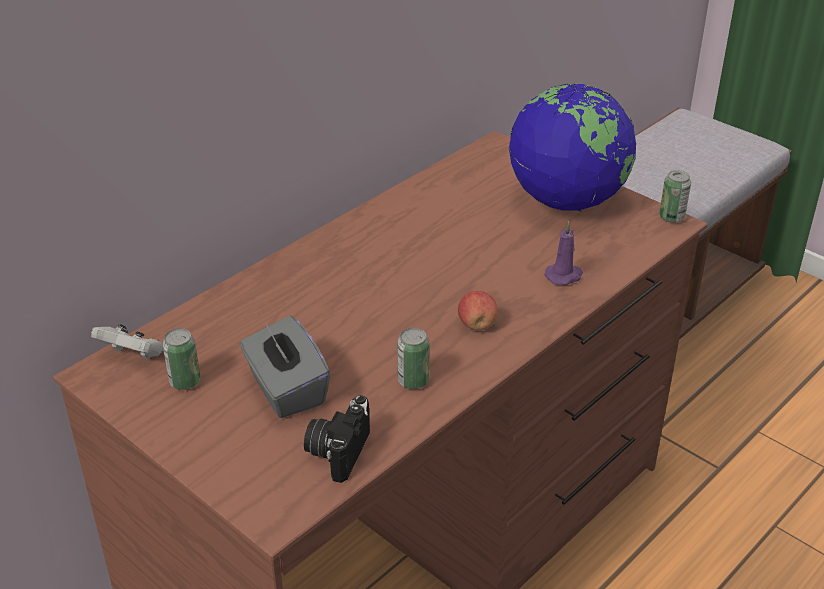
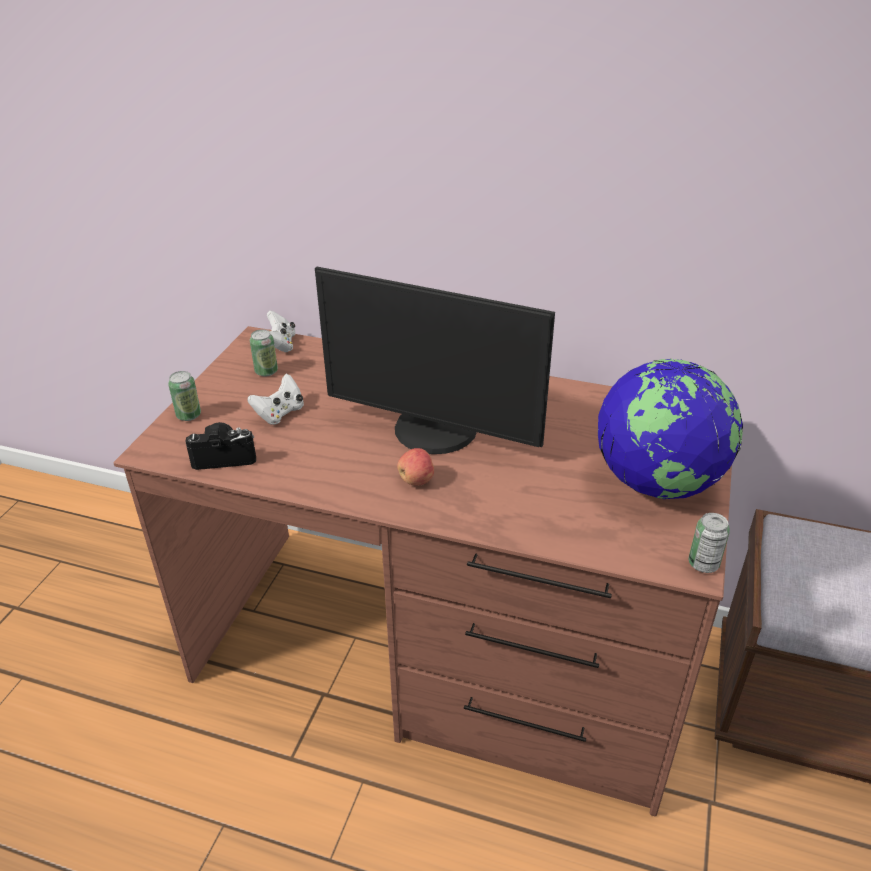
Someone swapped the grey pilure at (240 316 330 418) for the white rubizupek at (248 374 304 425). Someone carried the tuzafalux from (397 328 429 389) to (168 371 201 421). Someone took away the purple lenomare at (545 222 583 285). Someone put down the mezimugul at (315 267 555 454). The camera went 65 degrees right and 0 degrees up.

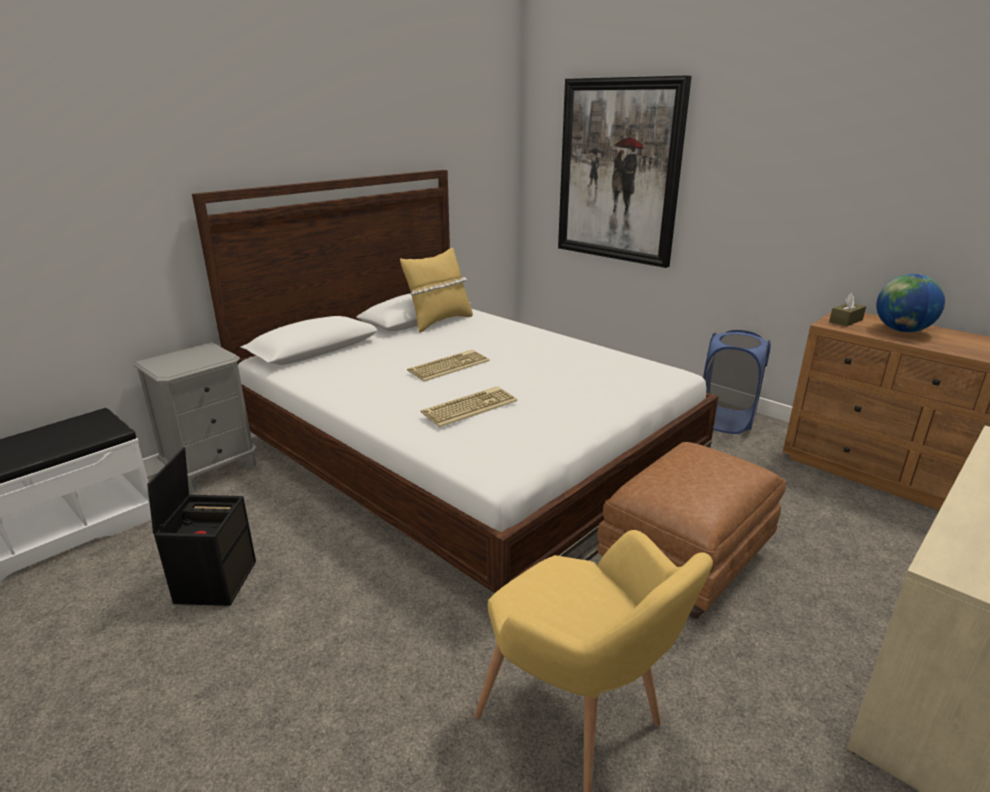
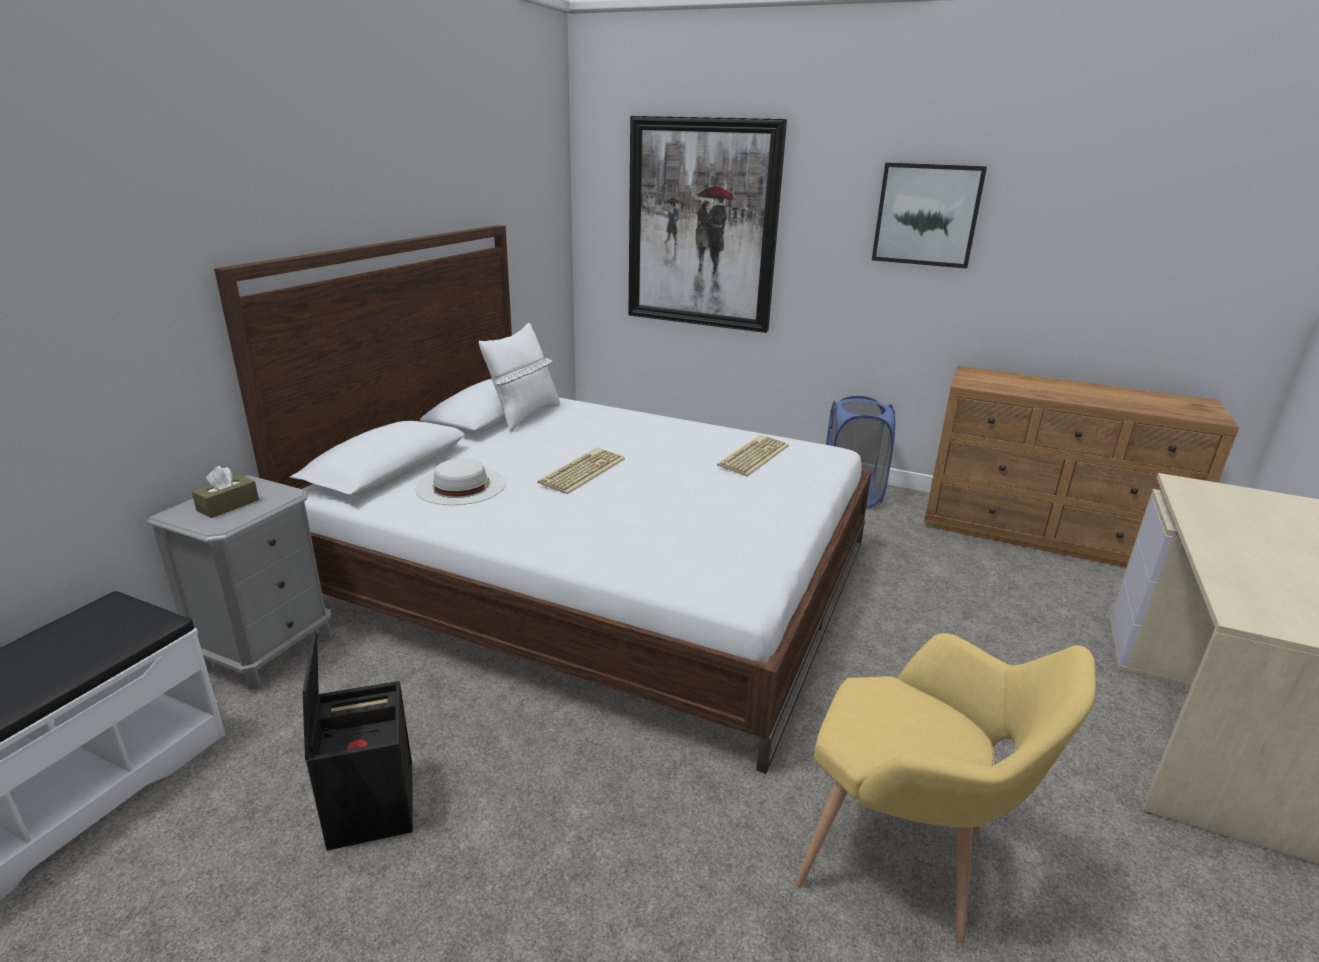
Someone repainted the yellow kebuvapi at (400 248 473 333), which became the white kebuvapi at (479 323 560 432). Someone carried the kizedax from (421 386 517 427) to (717 435 789 477). Someone took away the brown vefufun at (597 442 786 619). Someone carried the brown pilure from (829 293 866 327) to (192 466 259 518). Someone took away the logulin at (876 274 945 332). Someone put down the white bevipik at (415 458 506 505). Someone put up the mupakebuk at (872 162 987 269). The camera went 20 degrees left and 0 degrees up.

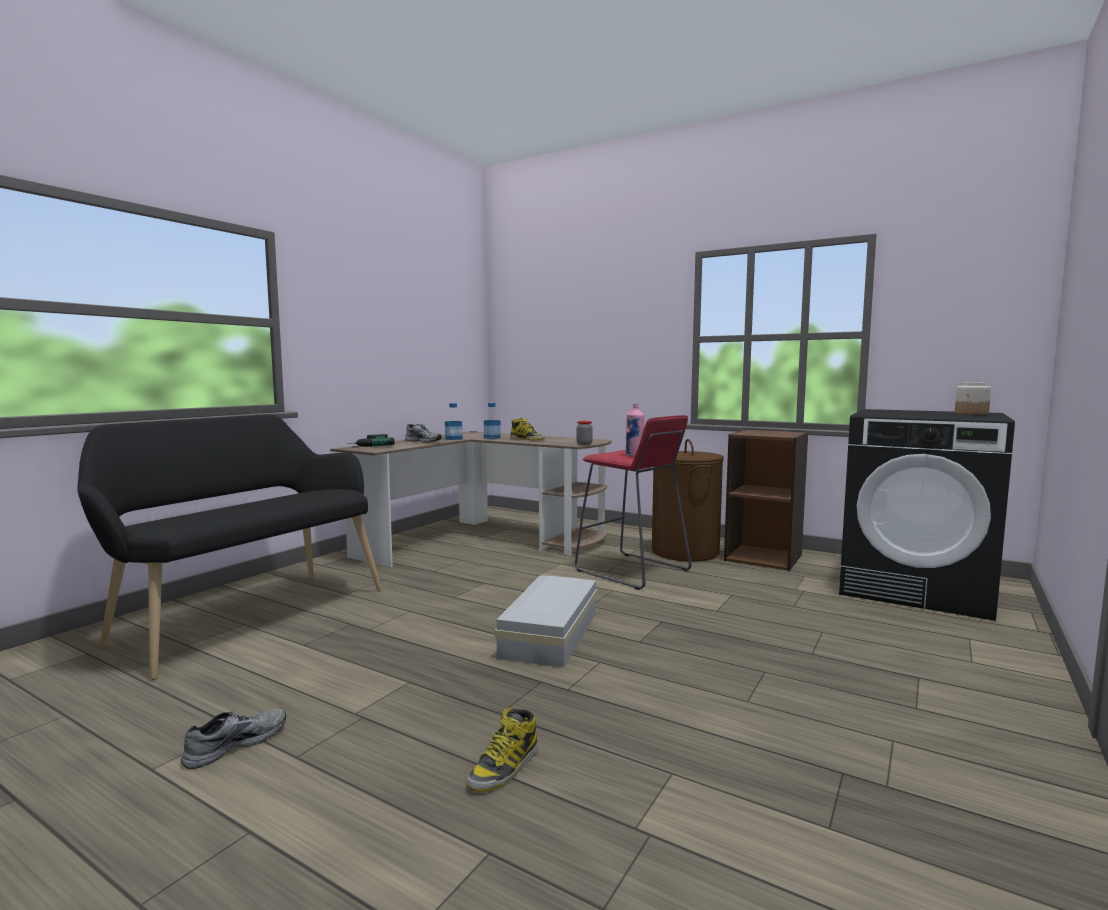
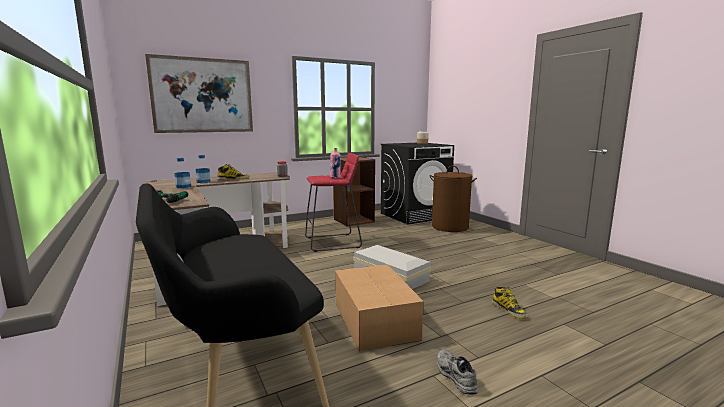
Someone took away the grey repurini at (405 424 442 443). Someone carried the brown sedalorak from (652 439 724 562) to (430 166 477 232). Someone put up the mupakebuk at (145 54 253 133). Someone put down the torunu at (335 265 424 352). The camera went 60 degrees left and 5 degrees up.

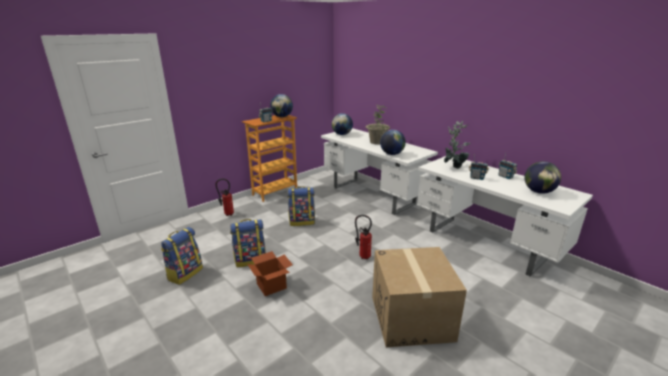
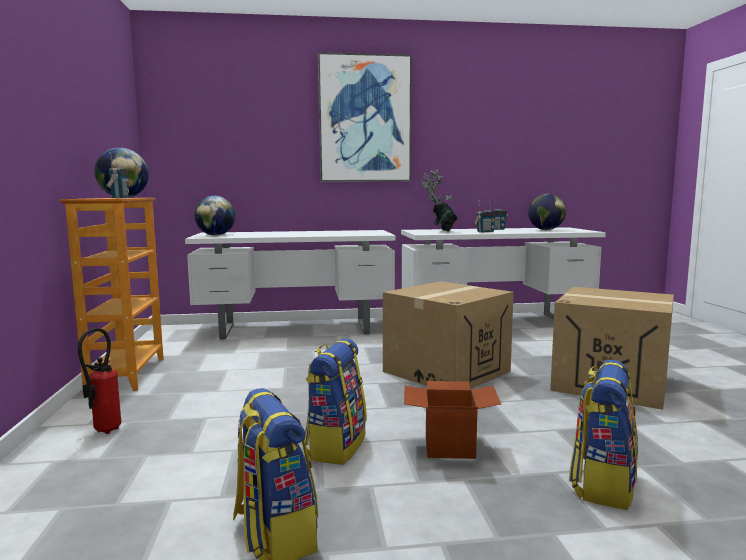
Someone carried the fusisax from (287 186 315 226) to (569 360 638 510). Someone swapped the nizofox at (355 215 372 260) for the torunu at (383 281 514 389). Someone took away the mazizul at (366 105 390 145). Someone took away the logulin at (380 130 406 155). Someone put up the mupakebuk at (318 52 412 182). The camera went 55 degrees left and 15 degrees down.

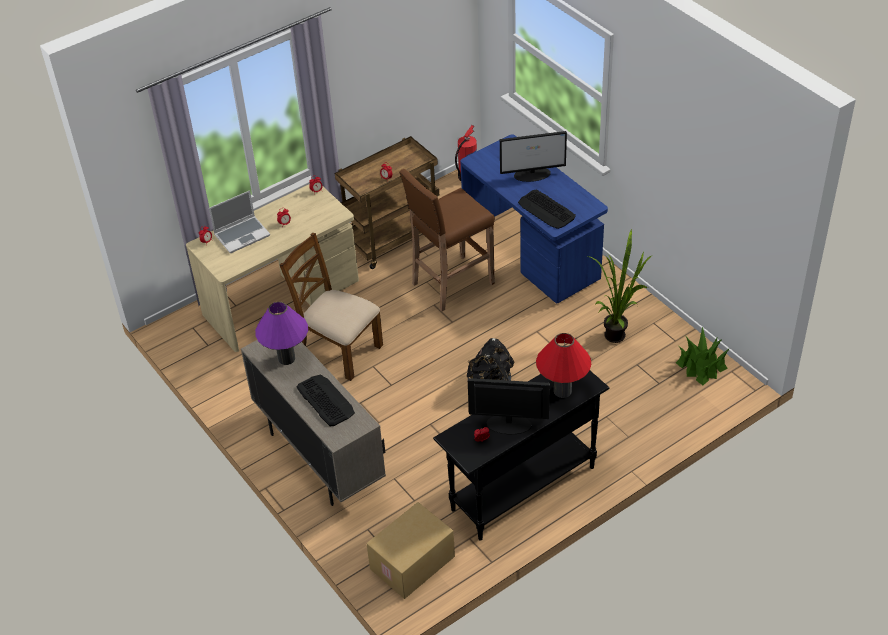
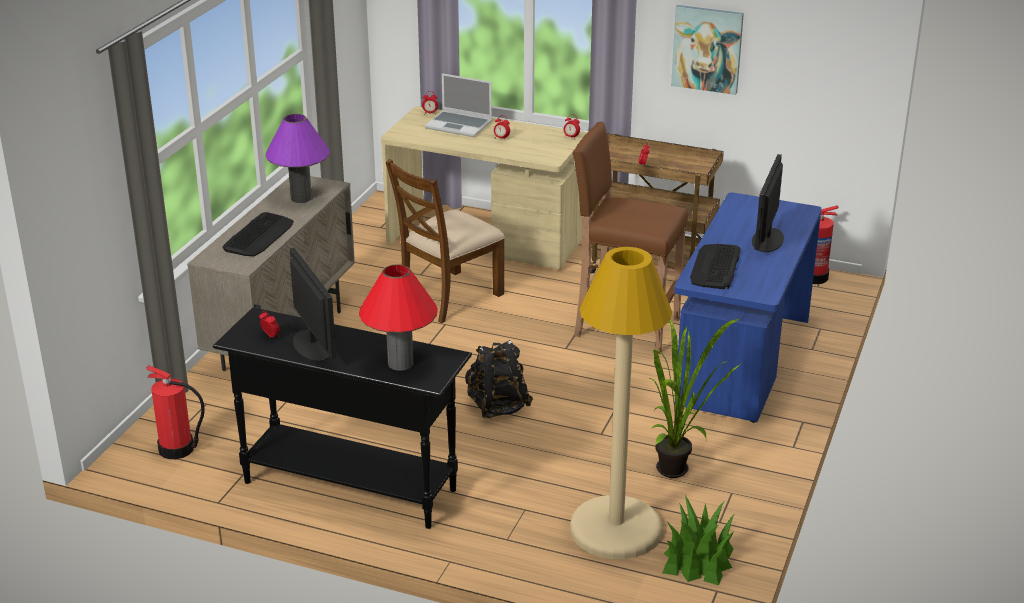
Someone rotated the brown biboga at (280 233 383 381) by 135 degrees counterclockwise. Someone swapped the torunu at (366 502 455 599) for the nizofox at (146 365 205 459). Someone rotated the mezimugul at (500 131 567 182) by 60 degrees clockwise. Someone put down the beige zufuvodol at (570 247 672 559). Someone put up the mupakebuk at (671 5 744 95). The camera went 55 degrees right and 15 degrees down.

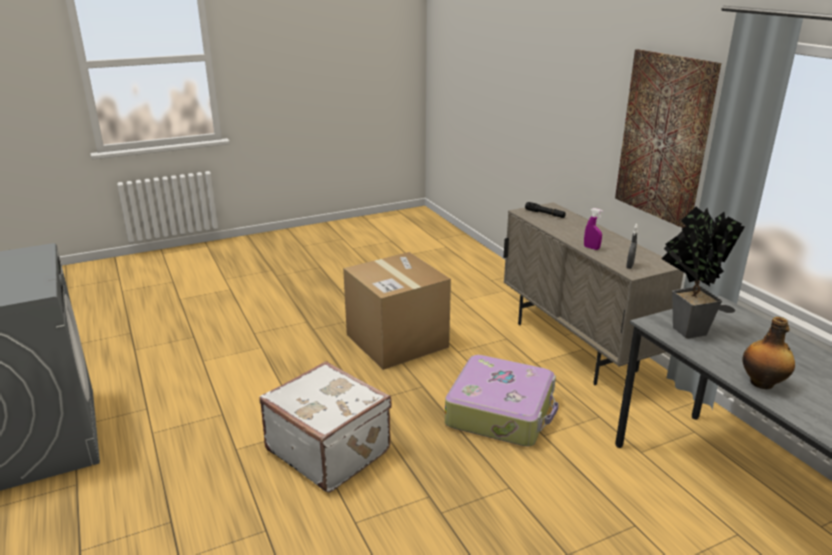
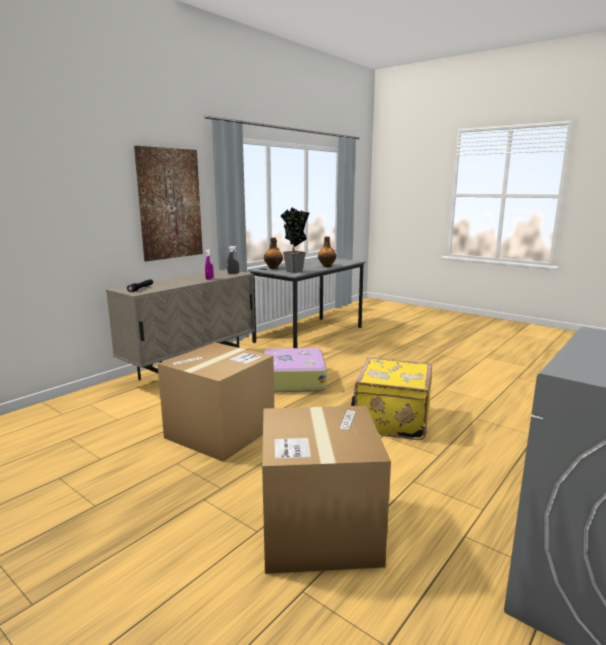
Someone repainted the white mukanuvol at (259 361 392 493), which became the yellow mukanuvol at (351 357 432 440). Someone put down the torunu at (262 405 391 574). Someone put down the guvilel at (264 238 283 269). The camera went 115 degrees left and 10 degrees down.

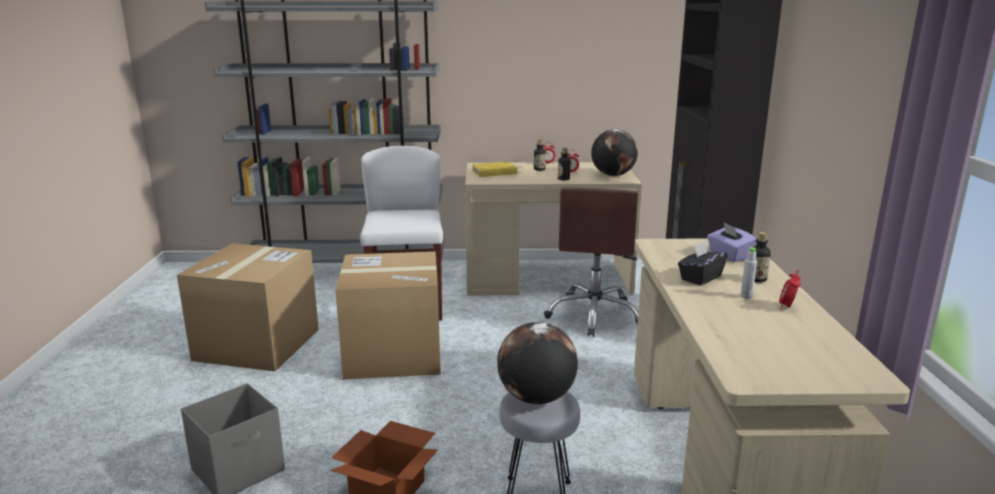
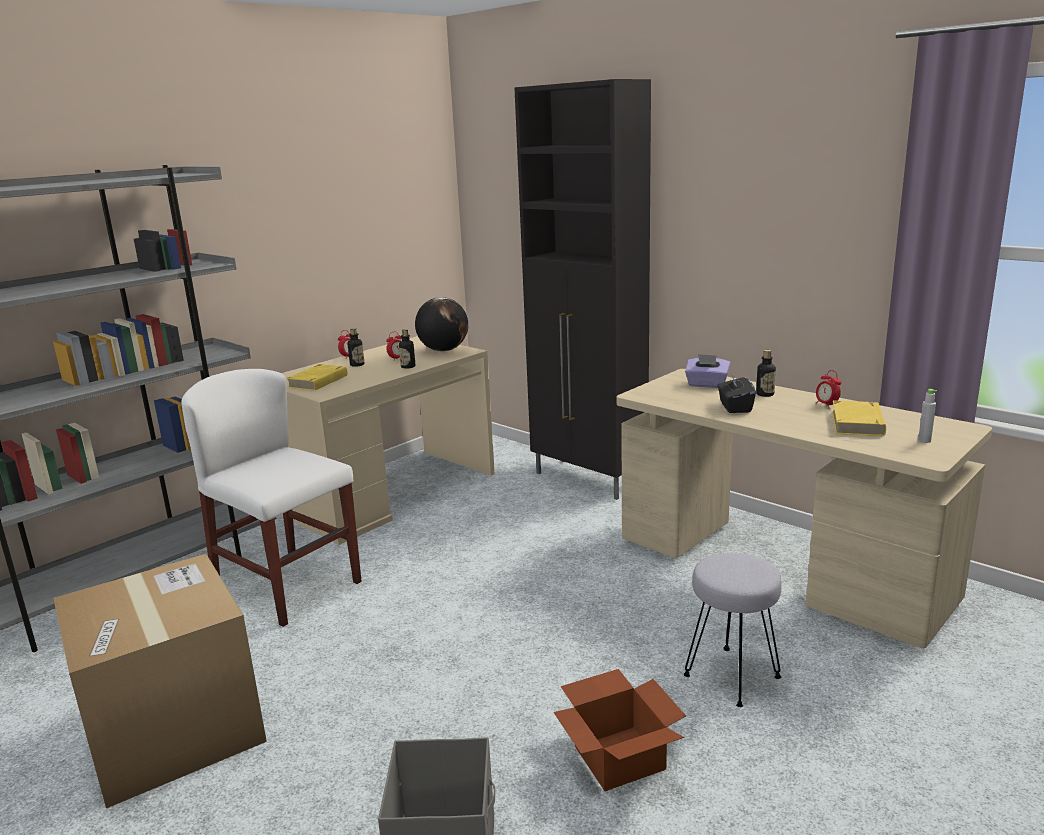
Someone took away the torunu at (335 251 441 380). Someone took away the logulin at (497 322 578 404). Someone took away the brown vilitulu at (544 187 638 337). Someone carried the grey guvilel from (741 247 757 299) to (918 389 937 443). Someone put down the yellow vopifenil at (832 400 886 436). The camera went 45 degrees left and 0 degrees up.

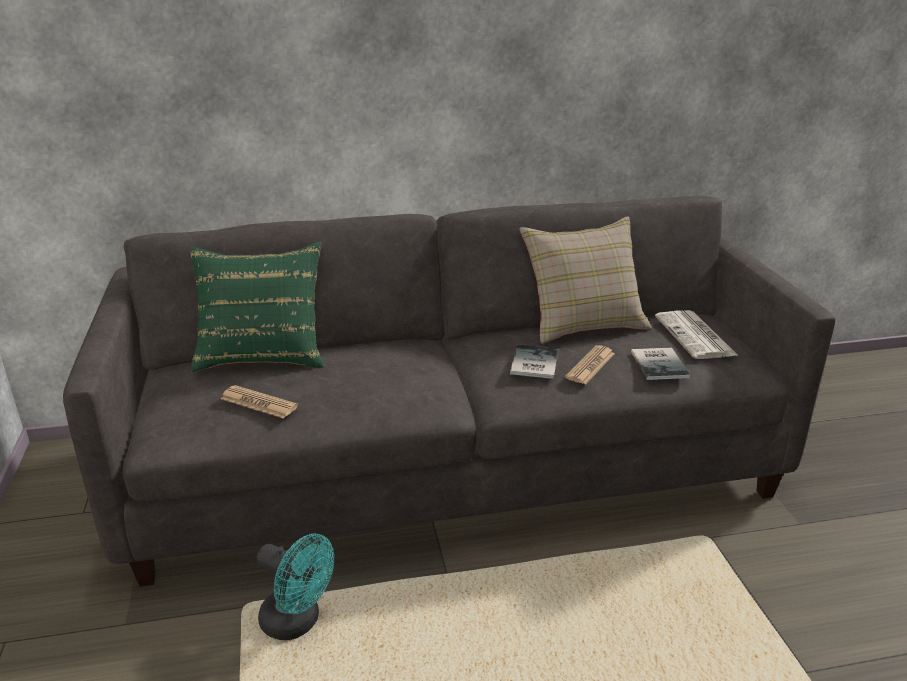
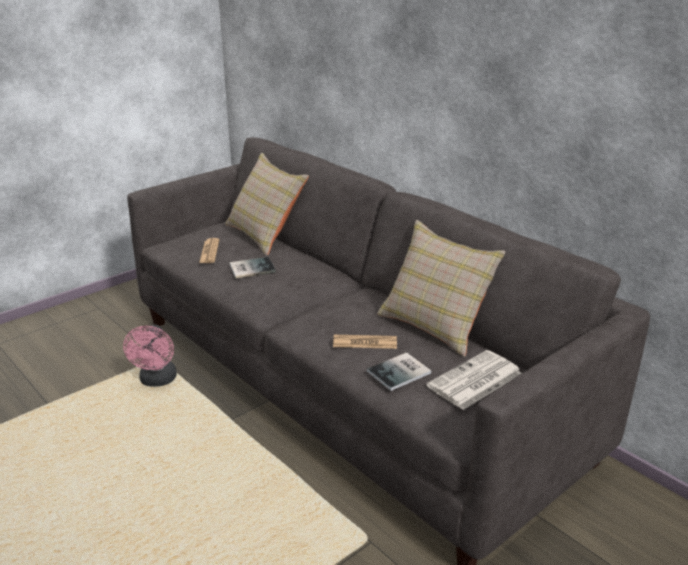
Someone repainted the green kebuvapi at (190 242 325 372), which became the beige kebuvapi at (225 153 309 255). Someone repainted the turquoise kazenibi at (257 534 334 640), which became the pink kazenibi at (123 325 177 387). Someone carried the vopifenil from (510 345 559 379) to (230 257 276 278). The camera went 60 degrees right and 0 degrees up.

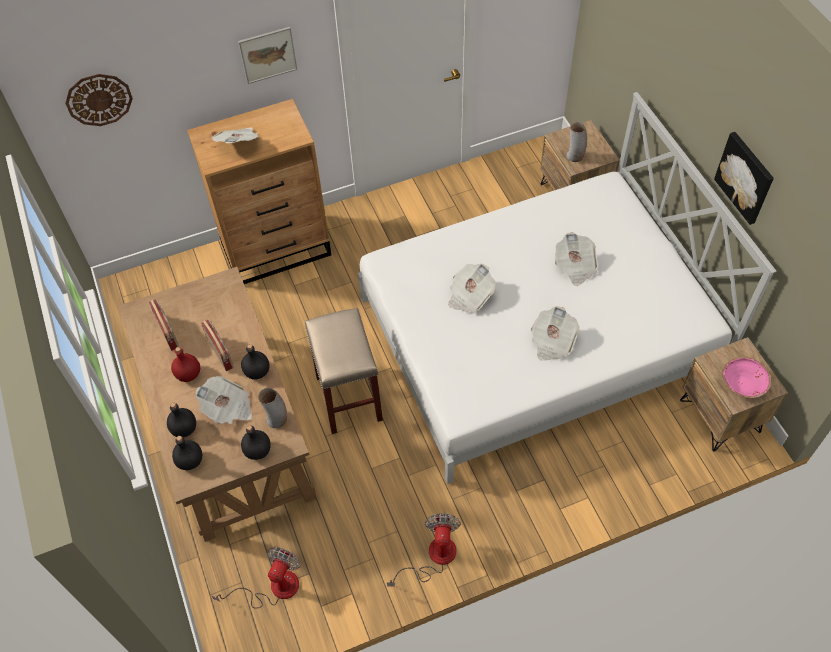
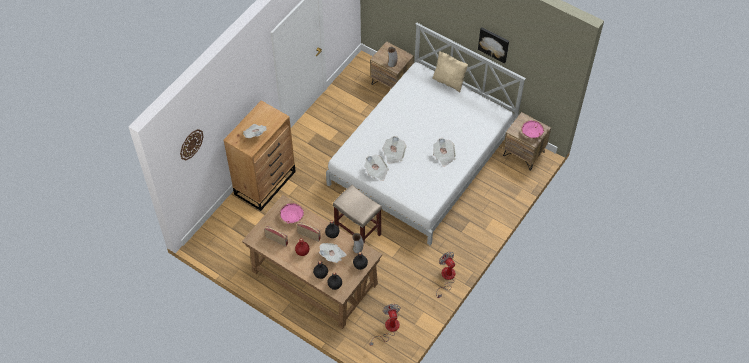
Someone took away the mupakebuk at (238 27 297 84). Someone carried the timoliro from (555 232 598 286) to (364 155 389 181). Someone put down the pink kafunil at (279 203 304 224). Someone put down the beige kebuvapi at (432 51 468 92). The camera went 35 degrees left and 0 degrees up.

